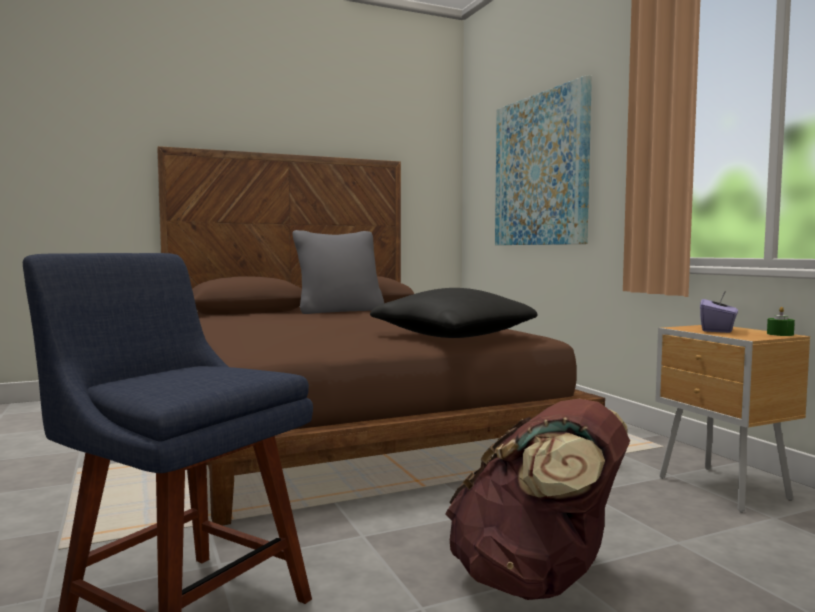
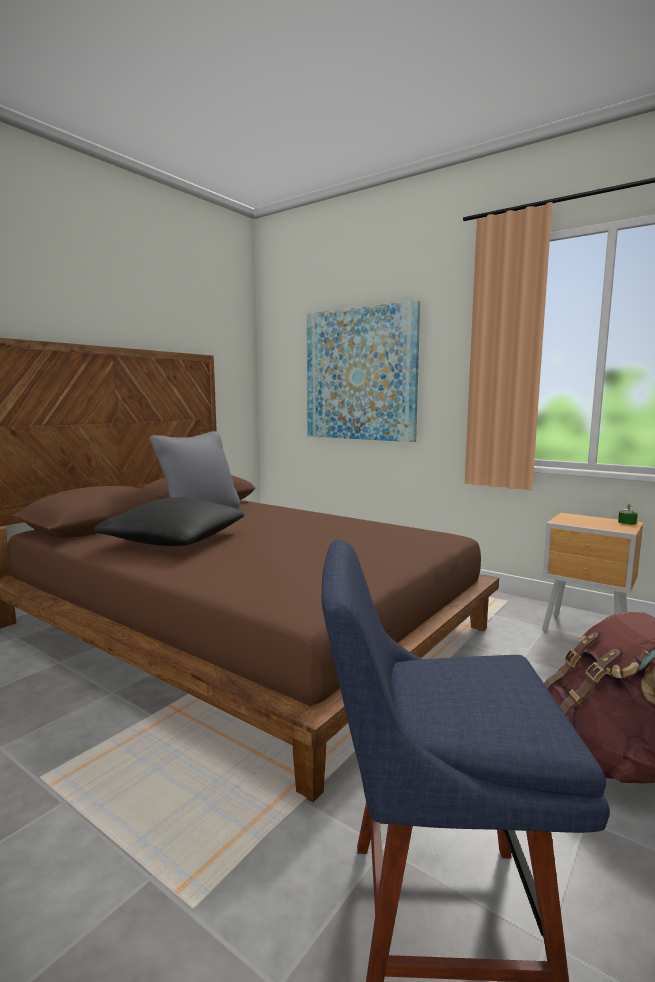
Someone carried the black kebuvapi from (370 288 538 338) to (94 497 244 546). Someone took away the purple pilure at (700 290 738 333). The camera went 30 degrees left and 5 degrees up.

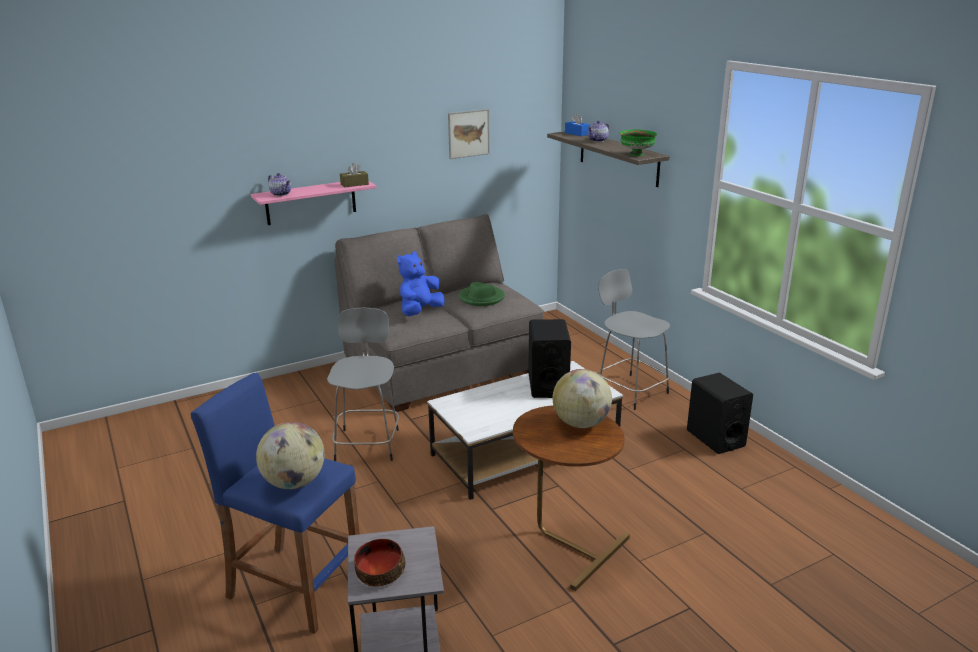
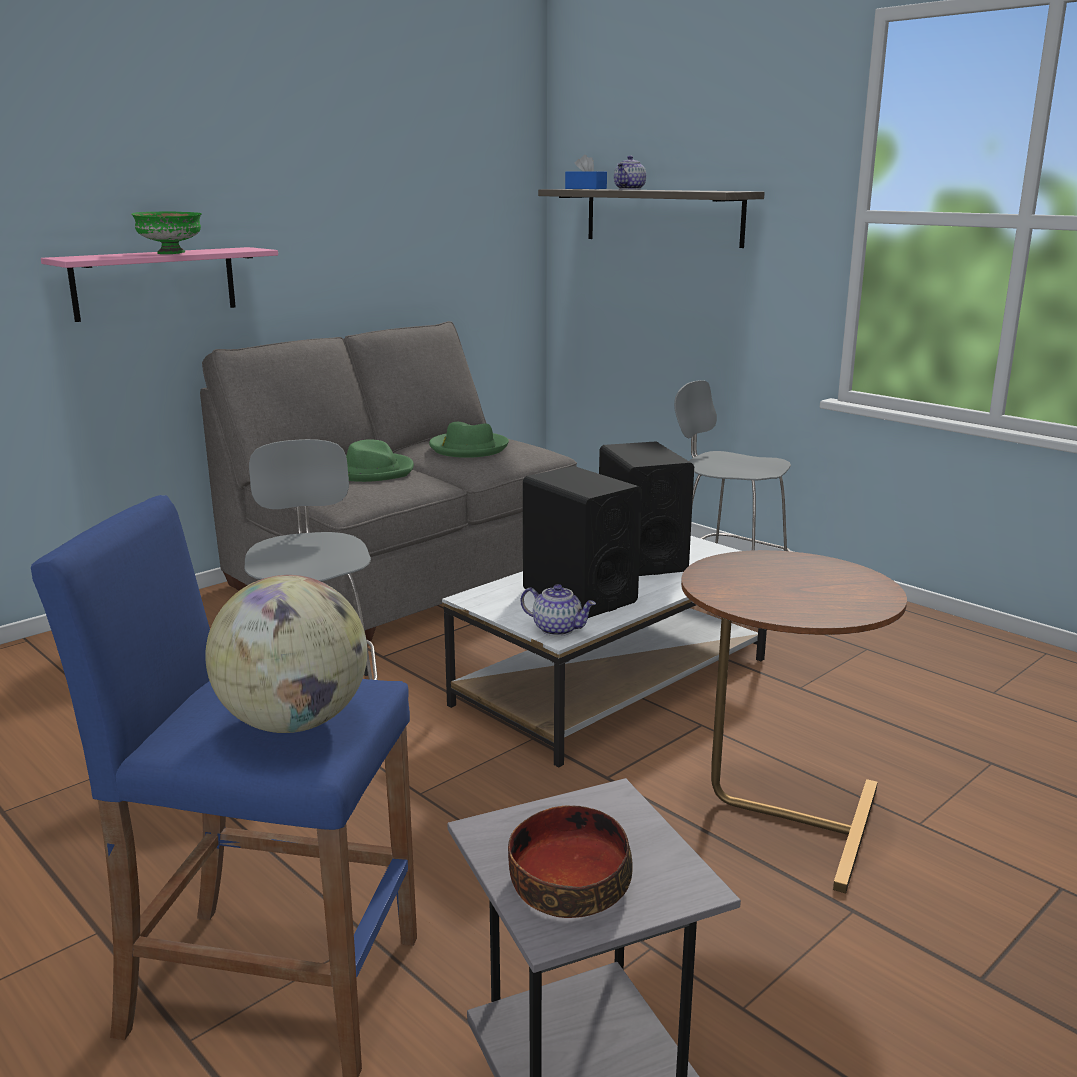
Someone carried the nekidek from (268 173 291 196) to (520 584 596 636). Someone took away the brown pilure at (340 163 369 187). Someone swapped the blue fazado at (397 252 445 316) for the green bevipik at (346 439 414 482). Someone took away the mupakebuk at (448 109 490 159). Someone took away the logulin at (553 369 612 428). Someone carried the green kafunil from (620 129 657 156) to (131 212 202 254). Someone carried the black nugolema from (687 373 753 454) to (523 466 642 618). The camera went 15 degrees left and 5 degrees down.

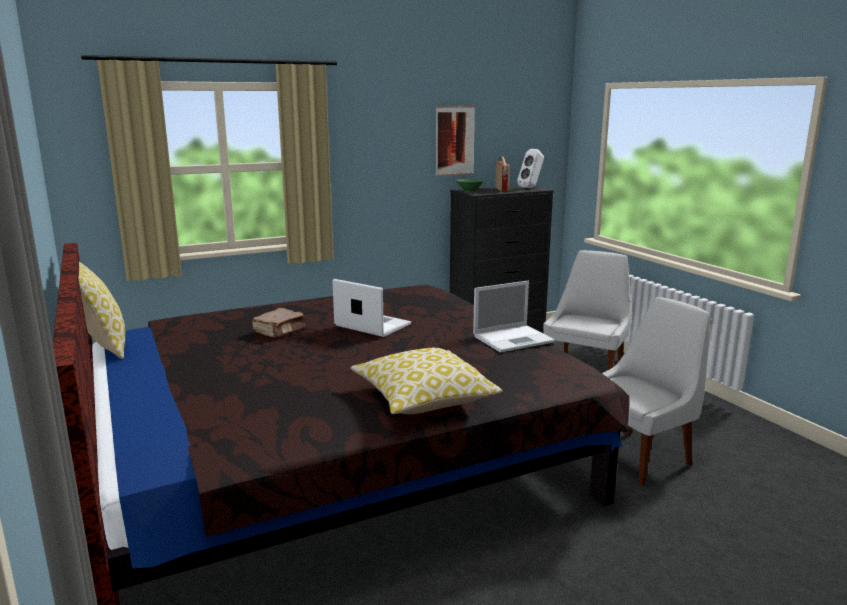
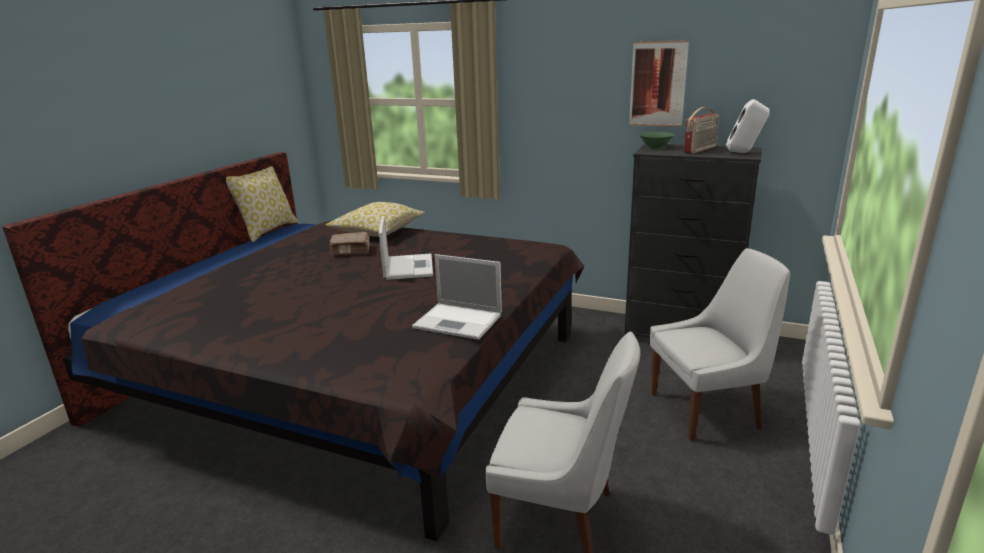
Someone carried the kebuvapi from (351 348 503 414) to (326 202 425 237). The camera went 50 degrees right and 5 degrees up.

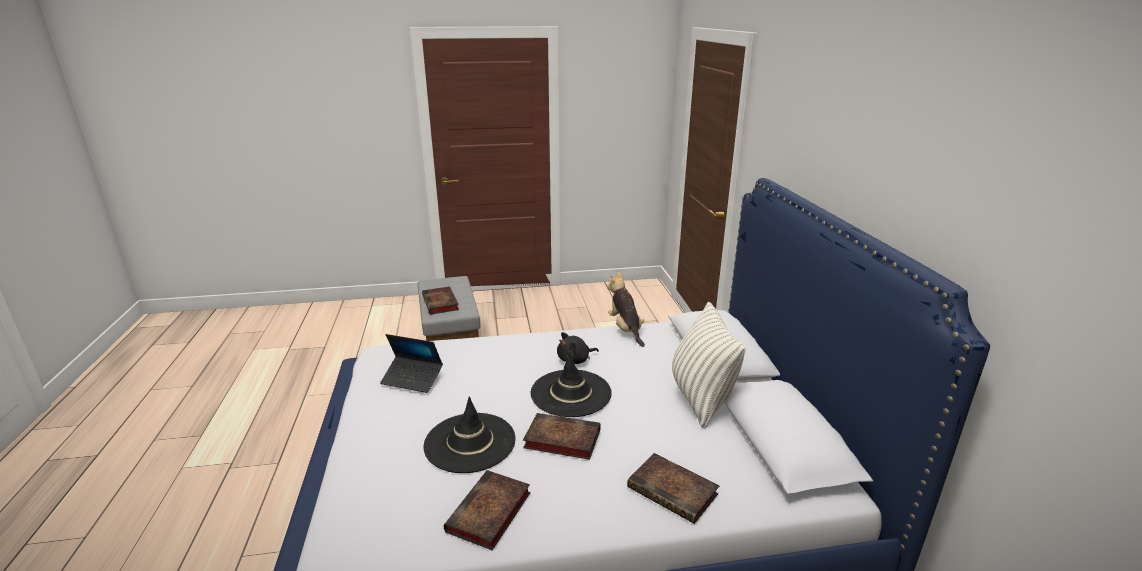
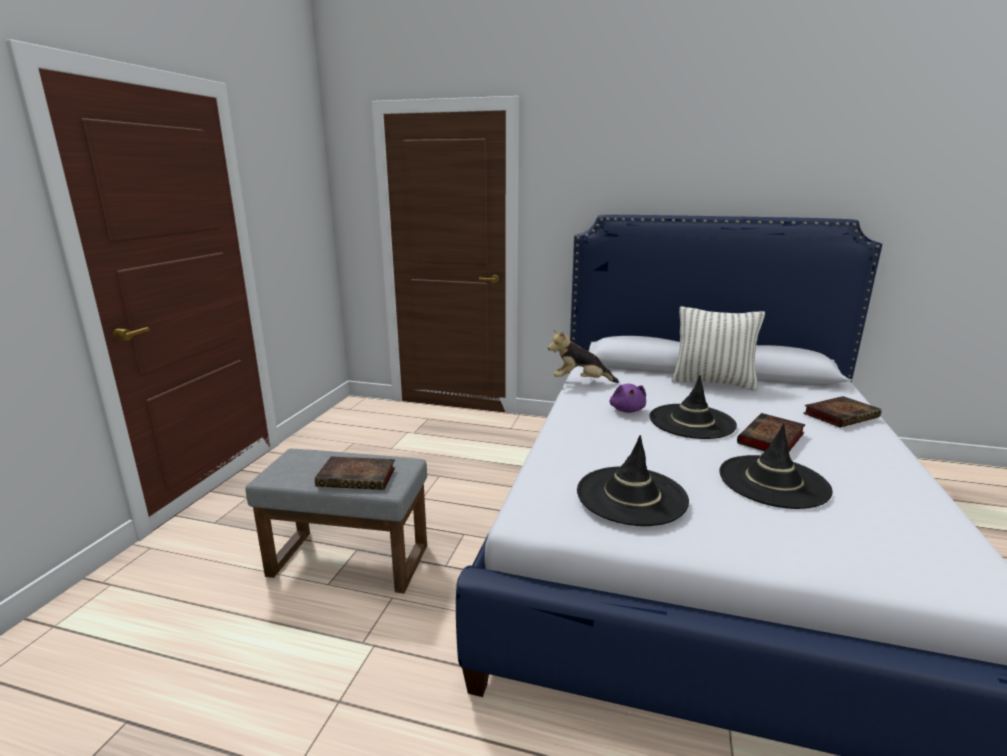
Someone swapped the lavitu at (380 334 443 393) for the black bevipik at (577 435 689 526). Someone took away the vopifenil at (444 470 531 550). Someone repainted the black fazado at (557 332 599 364), which became the purple fazado at (610 384 646 413). The camera went 65 degrees left and 5 degrees down.

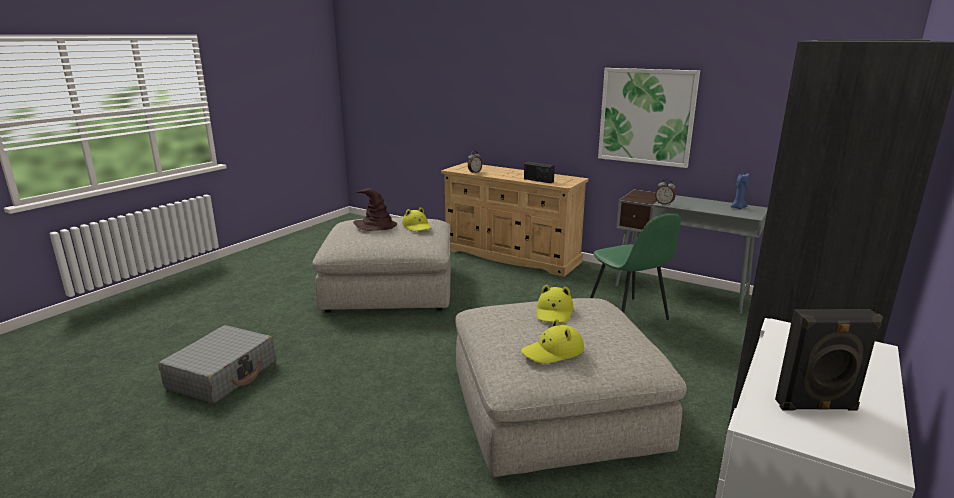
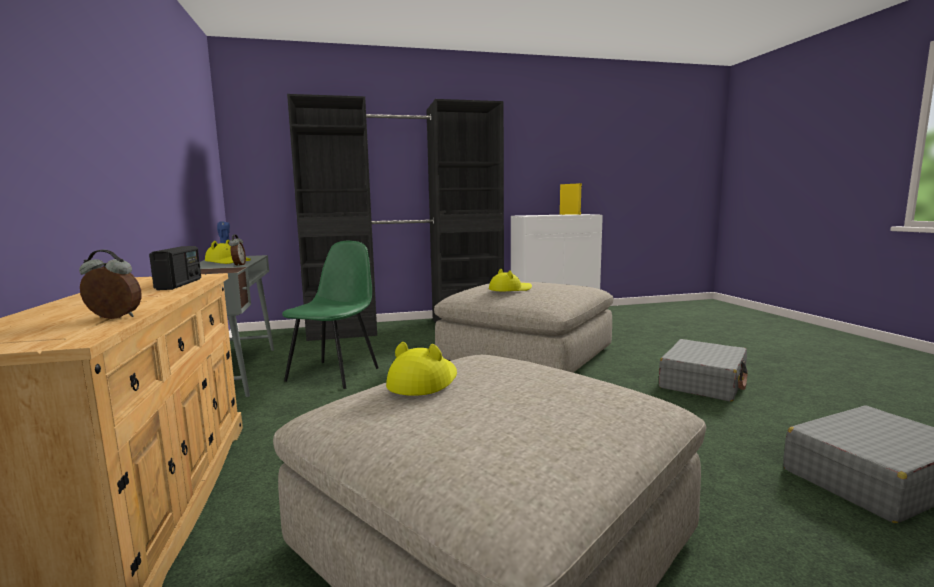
Someone took away the brown bevipik at (353 188 397 231). Someone carried the yellow bevipik from (521 319 584 364) to (205 240 251 264). Someone took away the mupakebuk at (598 68 700 168). Someone repainted the black nugolema at (775 309 883 411), which became the yellow nugolema at (560 183 582 215). Someone put down the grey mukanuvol at (659 339 748 402). The camera went 135 degrees left and 10 degrees down.

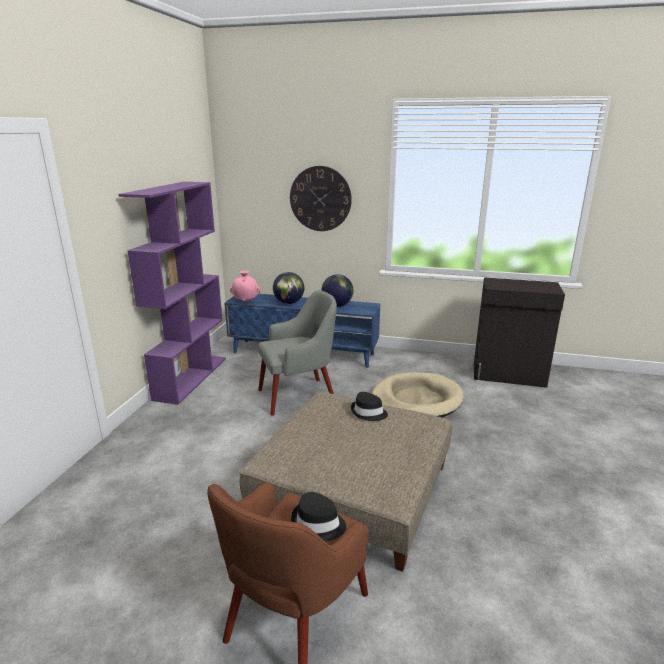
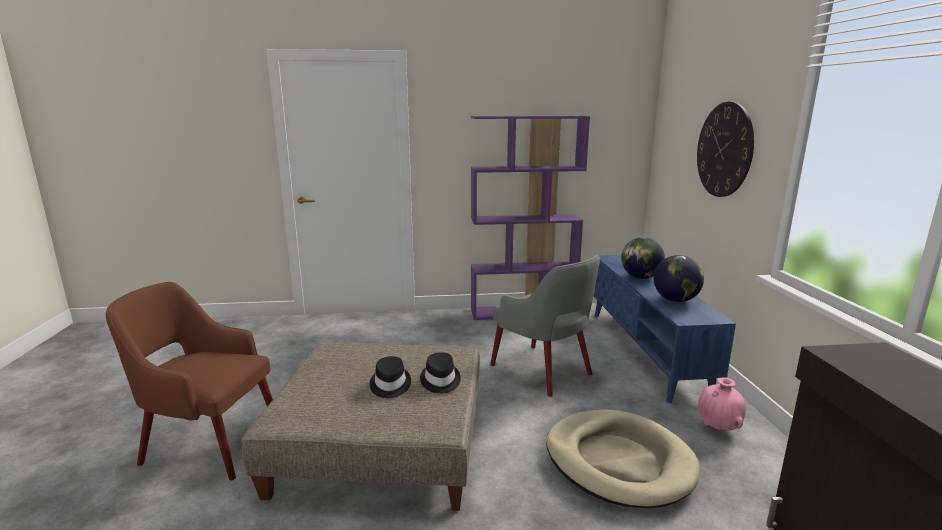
Someone carried the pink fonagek from (230 270 261 302) to (698 377 746 430). Someone carried the black bevipik from (291 492 346 542) to (370 356 411 398). The camera went 70 degrees right and 5 degrees down.

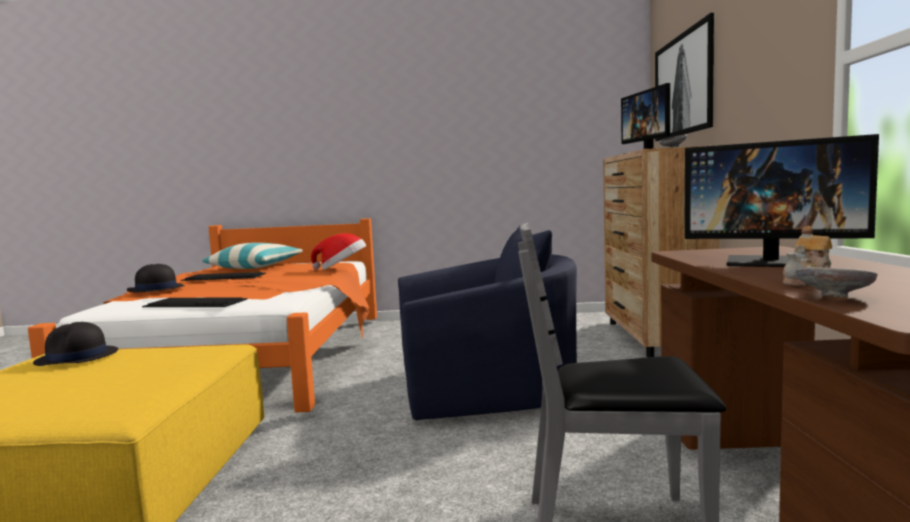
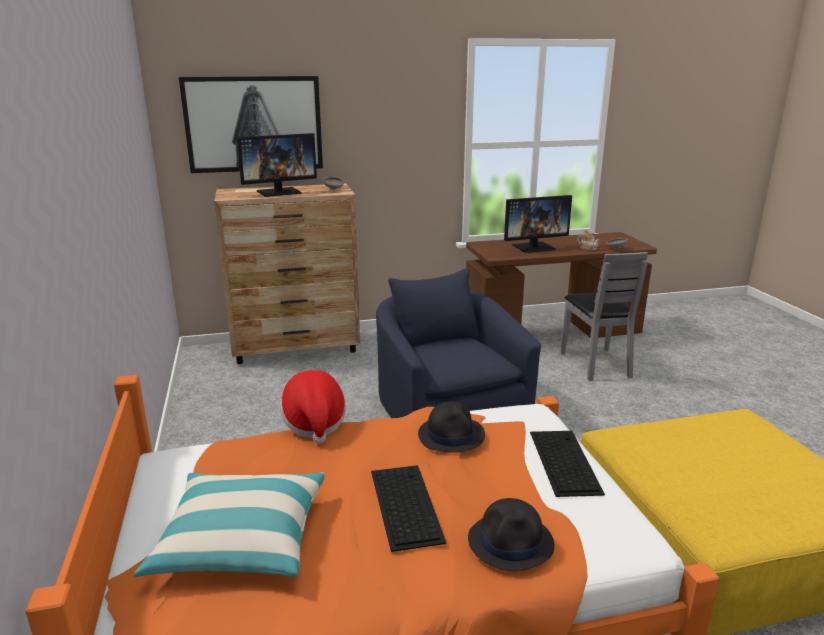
Someone carried the black bevipik from (33 322 118 366) to (418 402 485 453). Someone rotated the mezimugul at (685 134 879 267) by 60 degrees clockwise. The camera went 105 degrees left and 15 degrees up.

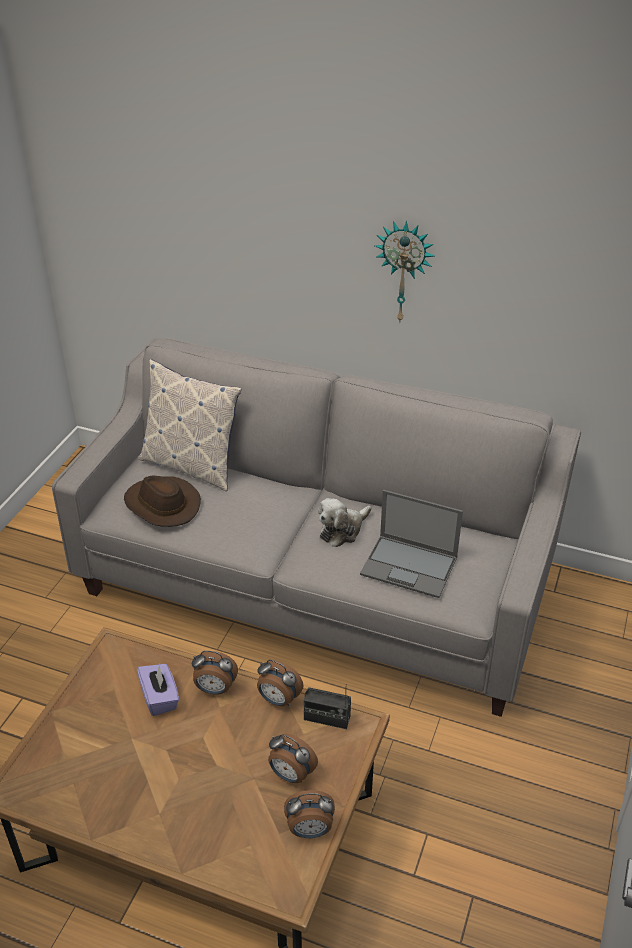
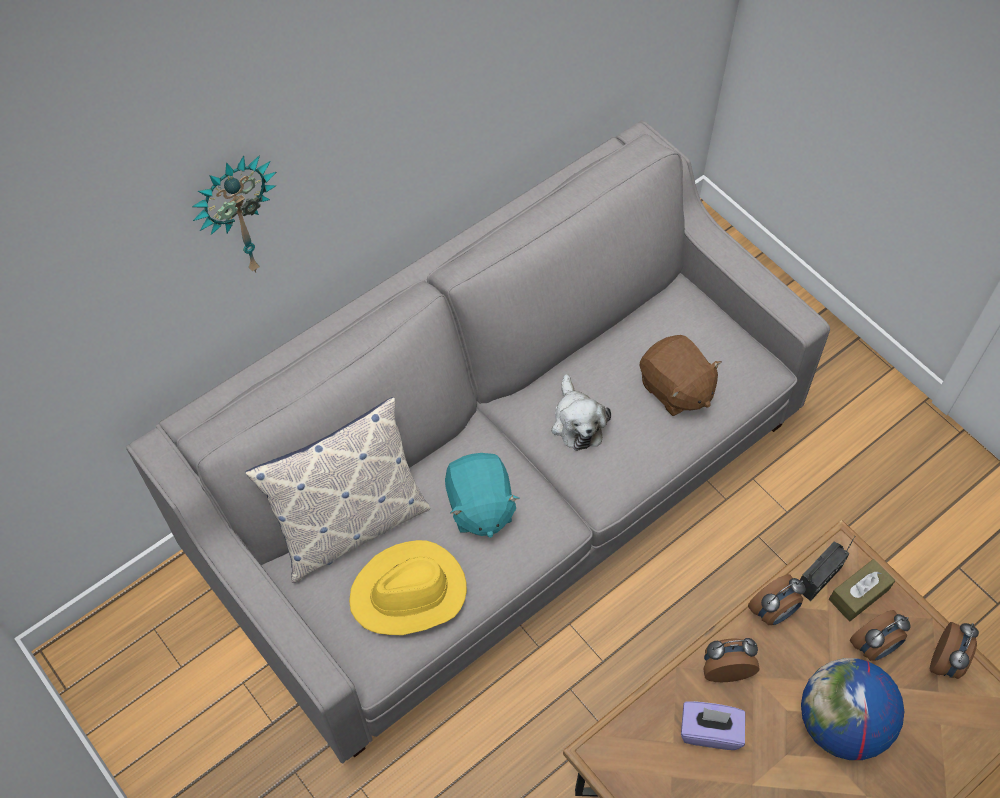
Someone repainted the brown bevipik at (124 476 201 527), which became the yellow bevipik at (349 540 467 635). Someone rotated the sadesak at (192 651 238 695) by 135 degrees counterclockwise. Someone swapped the lavitu at (360 490 463 598) for the brown fazado at (640 335 722 416). Someone carried the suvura from (375 221 434 323) to (192 155 276 273). Someone put down the turquoise fazado at (445 453 520 538). Someone put down the logulin at (801 658 904 760). Someone put down the brown pilure at (829 559 895 621). The camera went 60 degrees left and 20 degrees up.

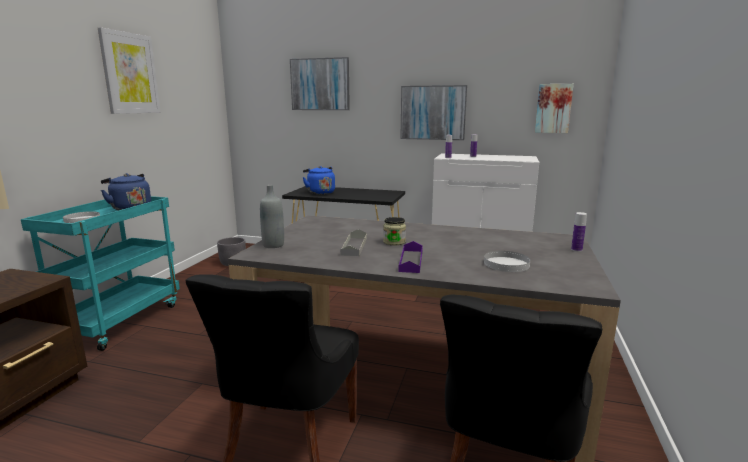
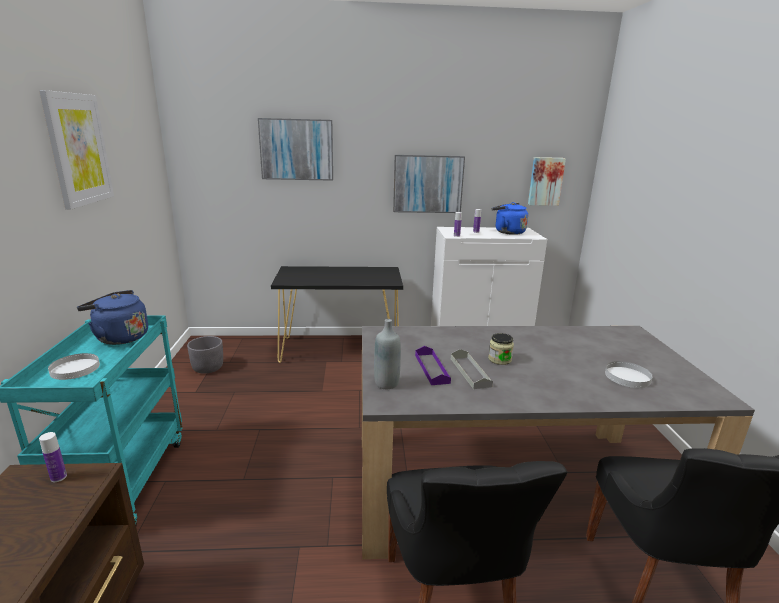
Someone carried the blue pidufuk from (302 166 335 194) to (492 202 528 235). Someone carried the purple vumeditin from (398 241 423 273) to (415 346 451 385). Someone carried the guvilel from (571 212 587 252) to (39 432 67 482). The camera went 20 degrees left and 5 degrees up.

